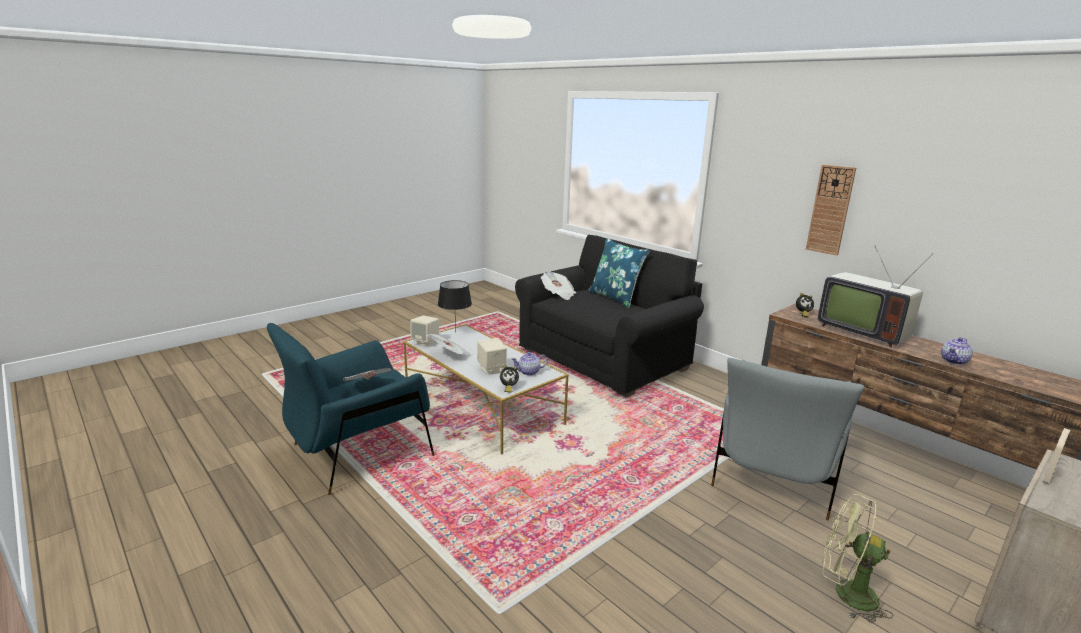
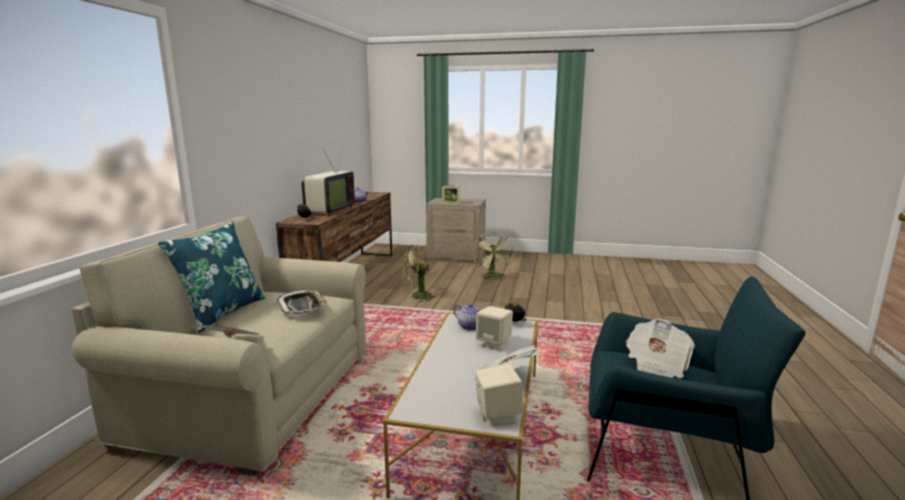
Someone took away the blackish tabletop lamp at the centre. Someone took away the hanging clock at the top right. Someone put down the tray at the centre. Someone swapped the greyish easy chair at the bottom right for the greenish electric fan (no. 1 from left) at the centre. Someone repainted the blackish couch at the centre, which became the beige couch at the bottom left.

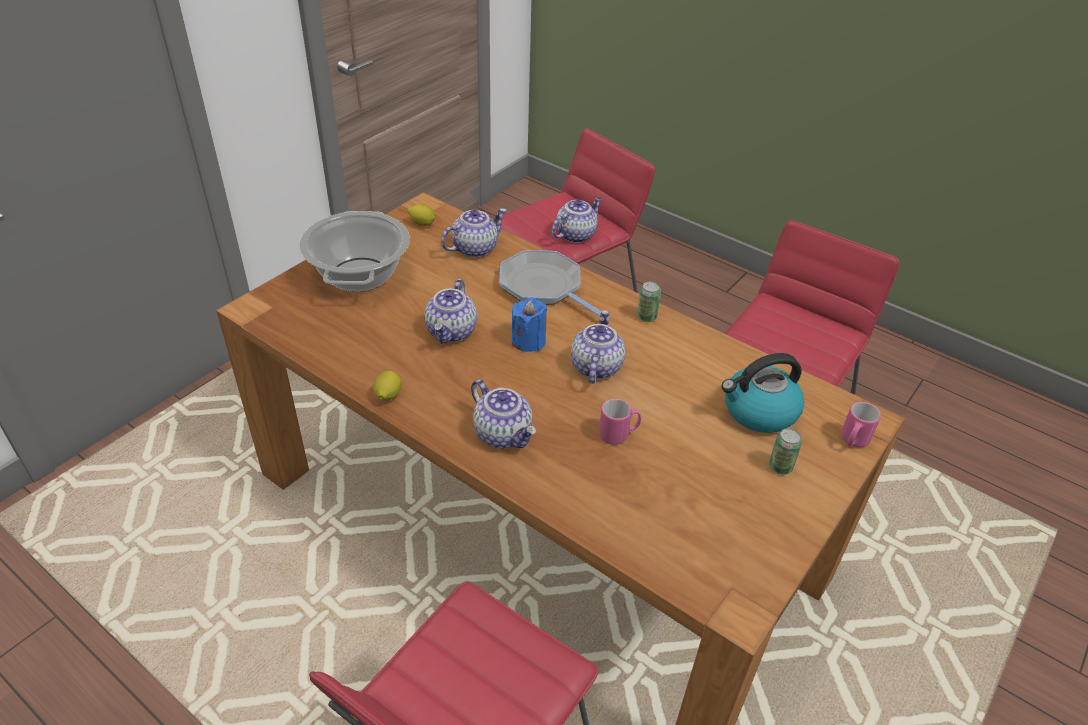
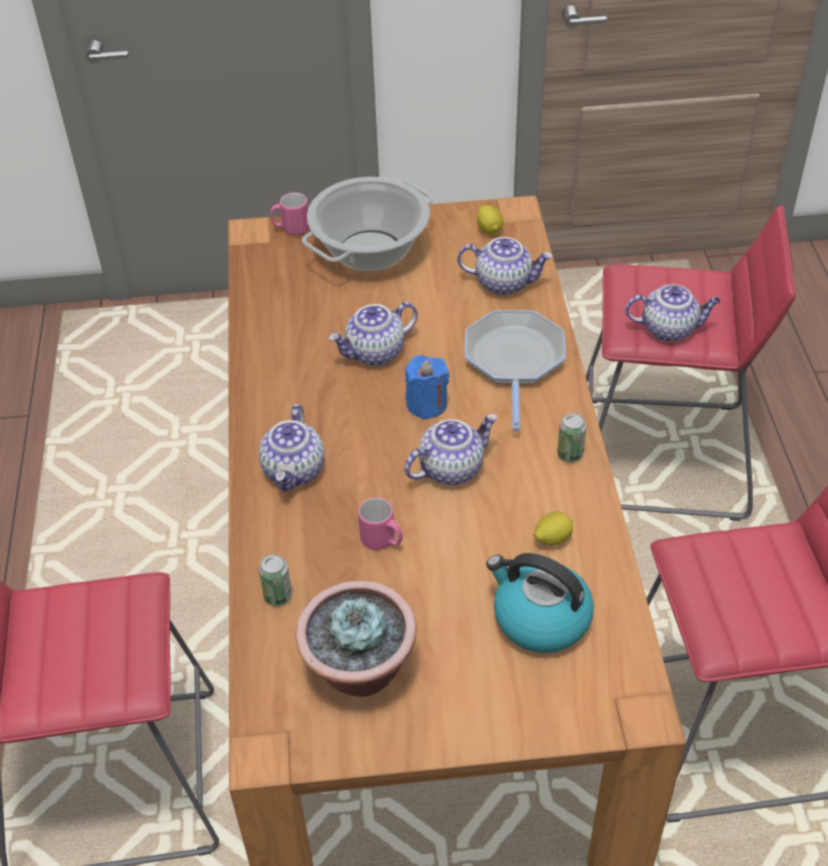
Someone put down the plant in a pot at the bottom centre. Someone carried the citrus fruit (no. 1 from left in the first image) from the centre to the middle right. Someone carried the metal can (no. 2 from left in the first image) from the middle right to the bottom left. Someone carried the pinkish coffee mug (no. 2 from left in the first image) from the middle right to the top centre.

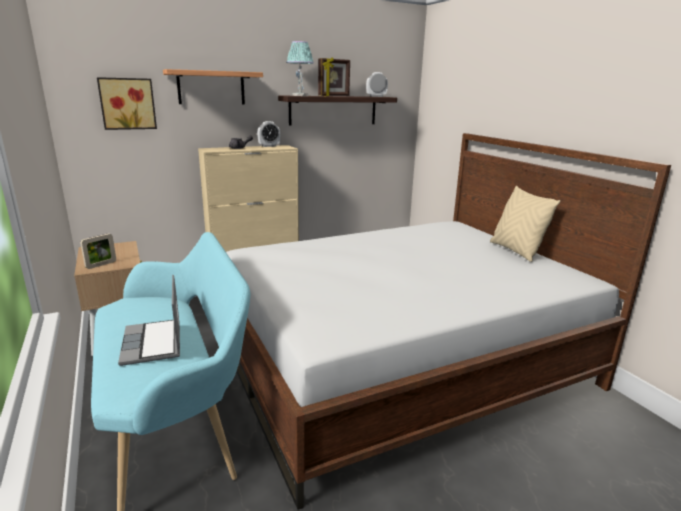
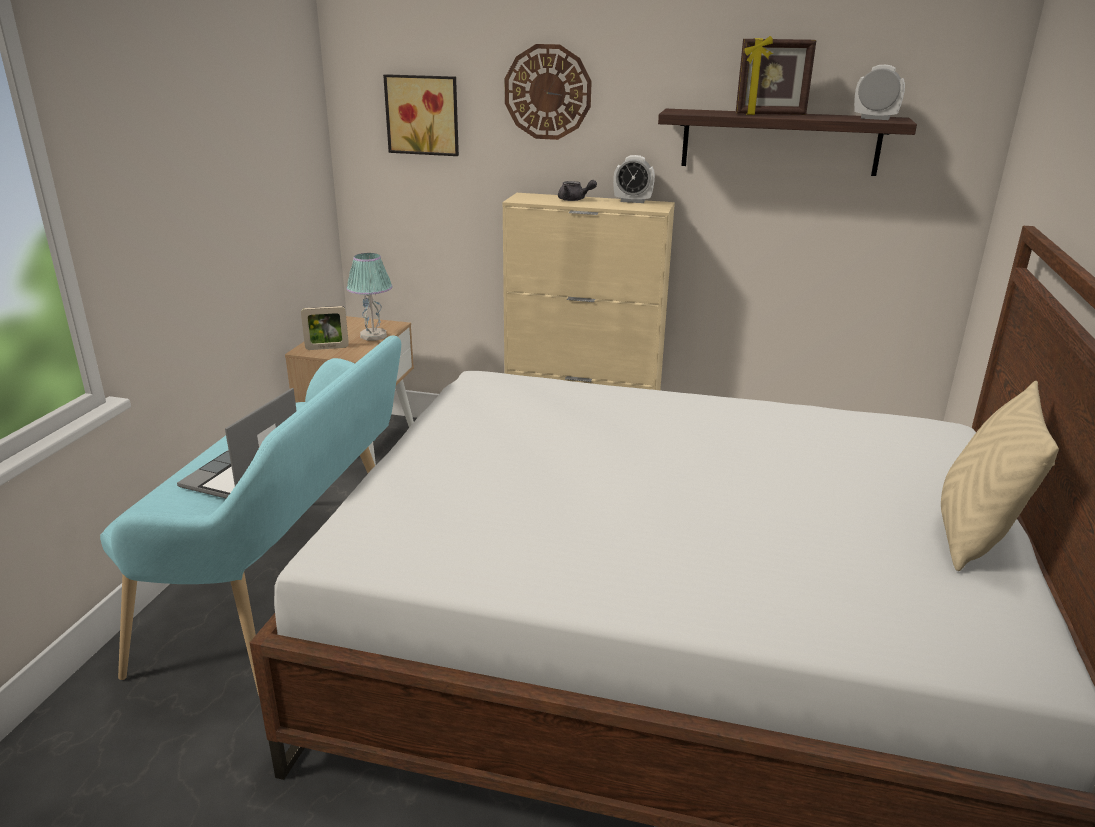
Someone carried the tabletop lamp from the top centre to the centre. Someone swapped the bracket shelf (no. 1 from left) at the top left for the hanging clock at the top centre.

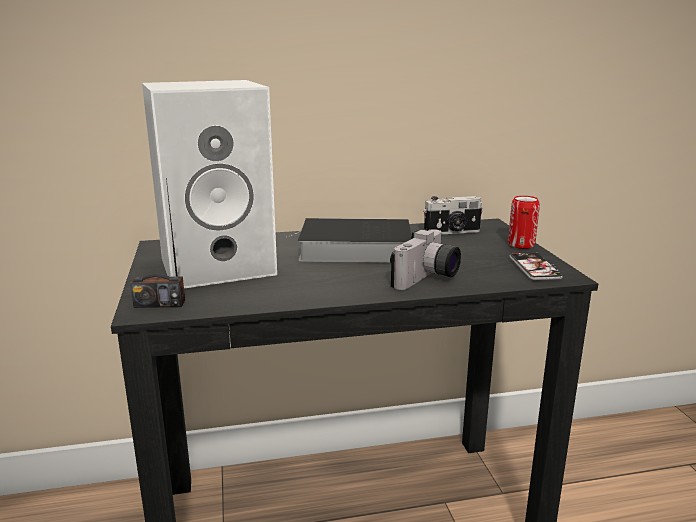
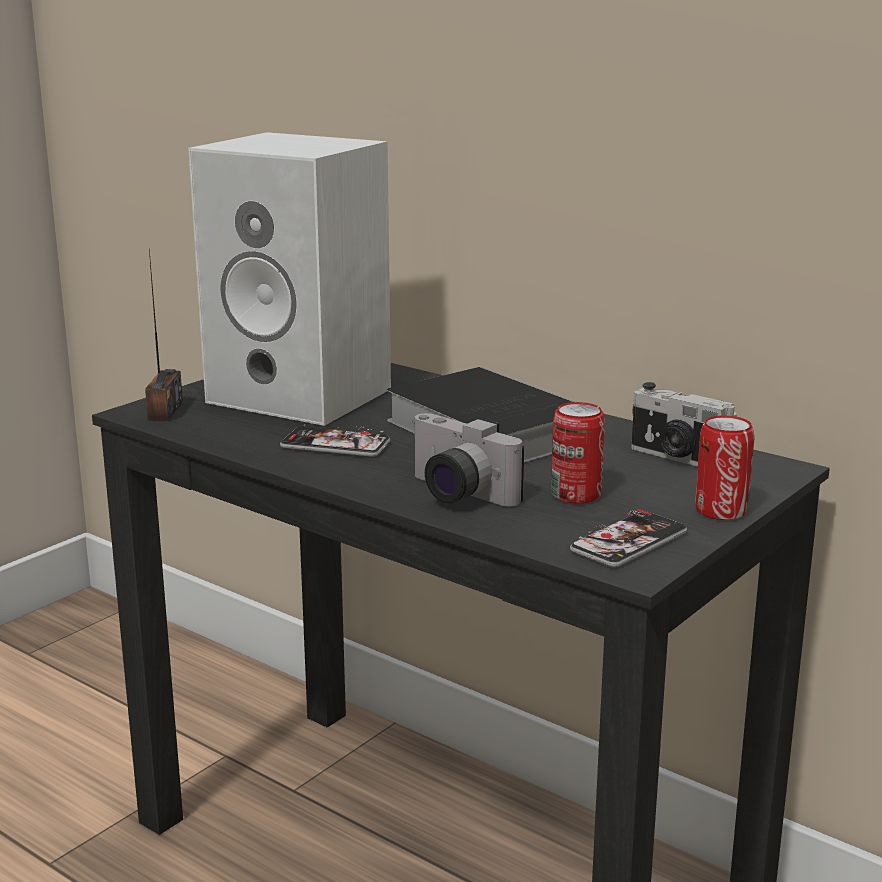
Someone put down the handset (no. 1 from left) at the centre. Someone put down the metal can (no. 1 from left) at the centre. Someone rotated the radio set at the middle left by 135 degrees counterclockwise. Someone rotated the still camera (no. 1 from left) at the centre by 45 degrees clockwise.

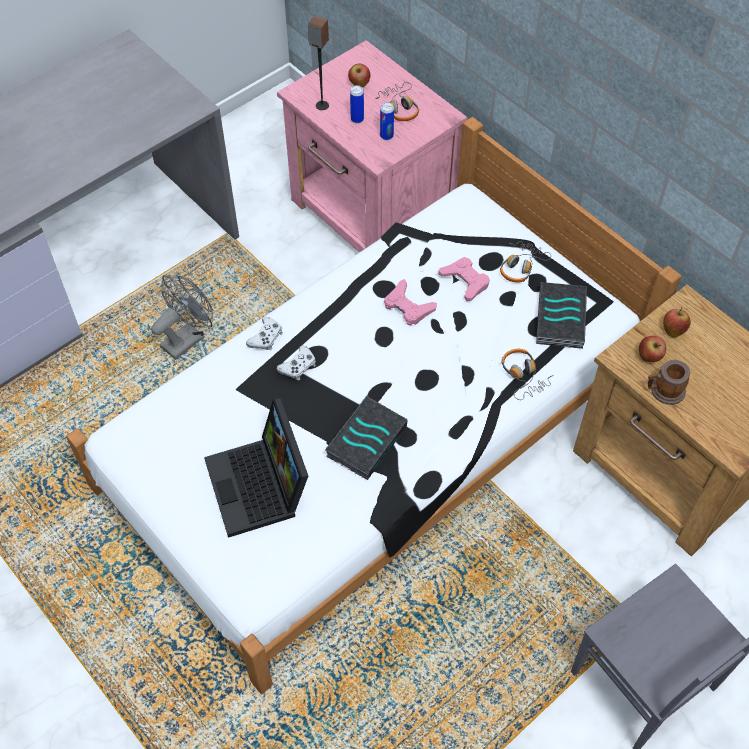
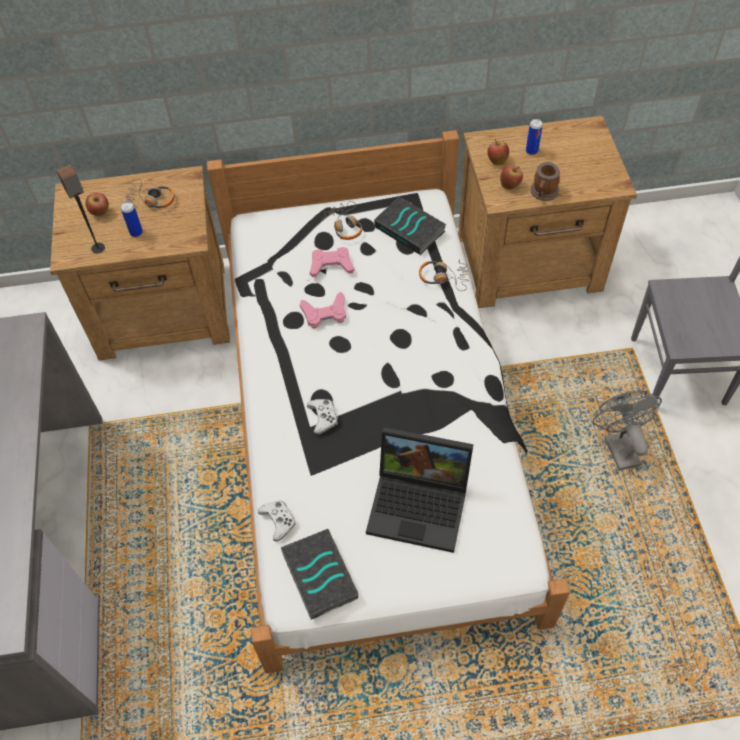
Someone carried the greyish electric fan from the middle left to the middle right. Someone carried the whitish joypad (no. 1 from left) from the centre to the bottom centre. Someone carried the bound book (no. 1 from left) from the centre to the bottom centre. Someone carried the metal can (no. 2 from left) from the top centre to the top right. Someone repainted the pinkish nightstand at the top centre, which became the brown-coloured nightstand (no. 1 from left) at the middle left.

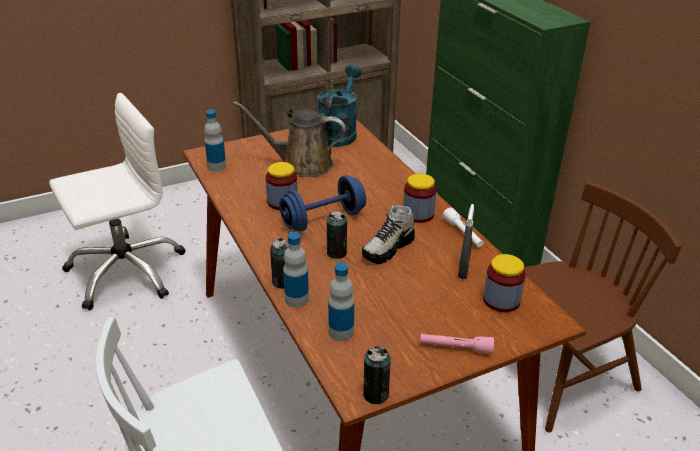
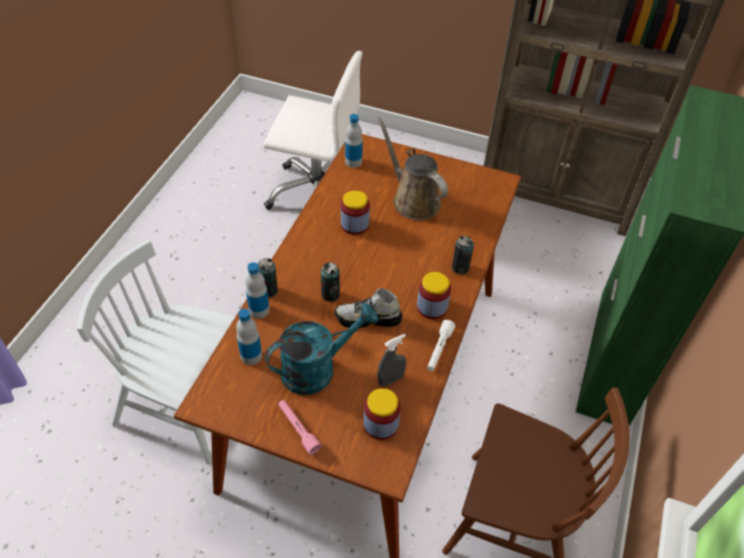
Someone took away the blue free weight at the centre. Someone carried the turquoise-coloured watering pot from the top centre to the centre. Someone carried the metal can (no. 3 from left) from the bottom centre to the centre.

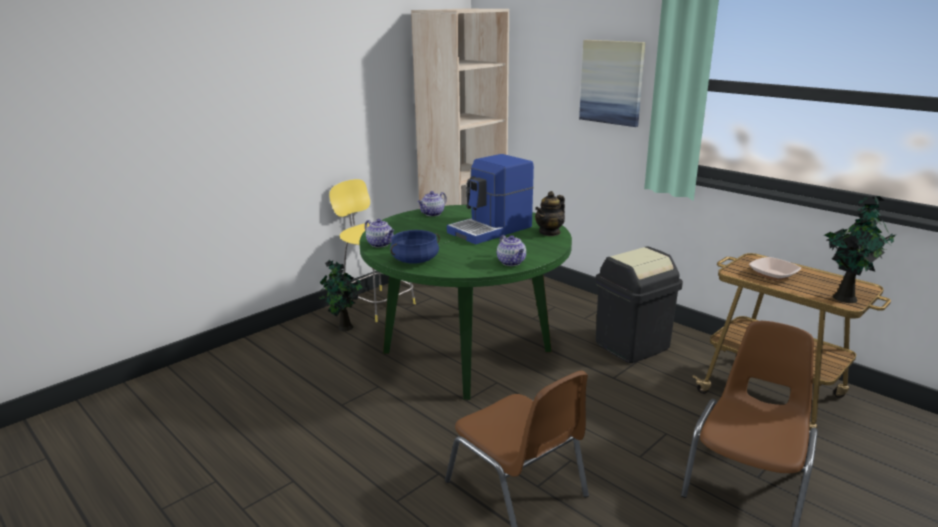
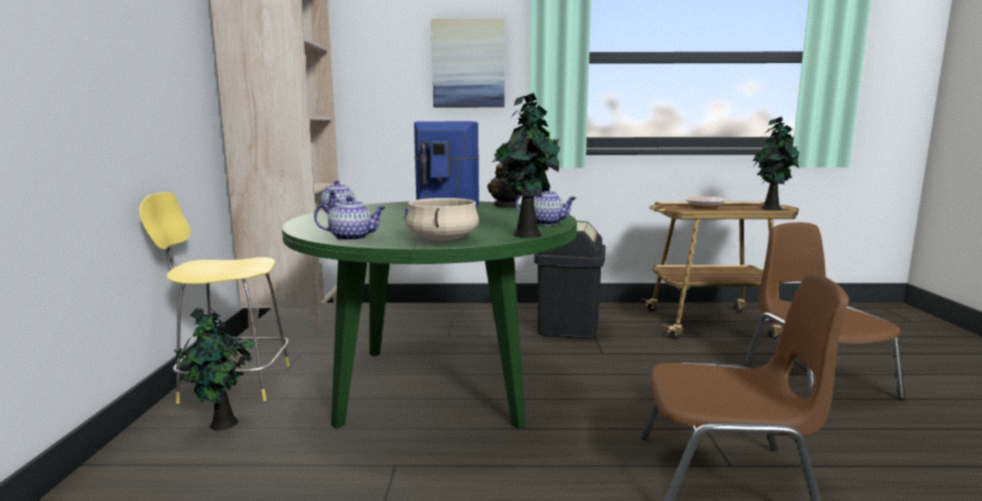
Someone put down the plant in a pot (no. 2 from left) at the top centre. Someone repainted the blue cooking pot at the centre, which became the beige cooking pot at the centre.

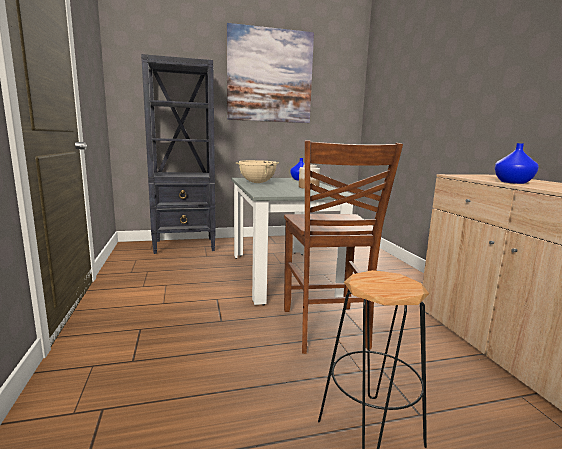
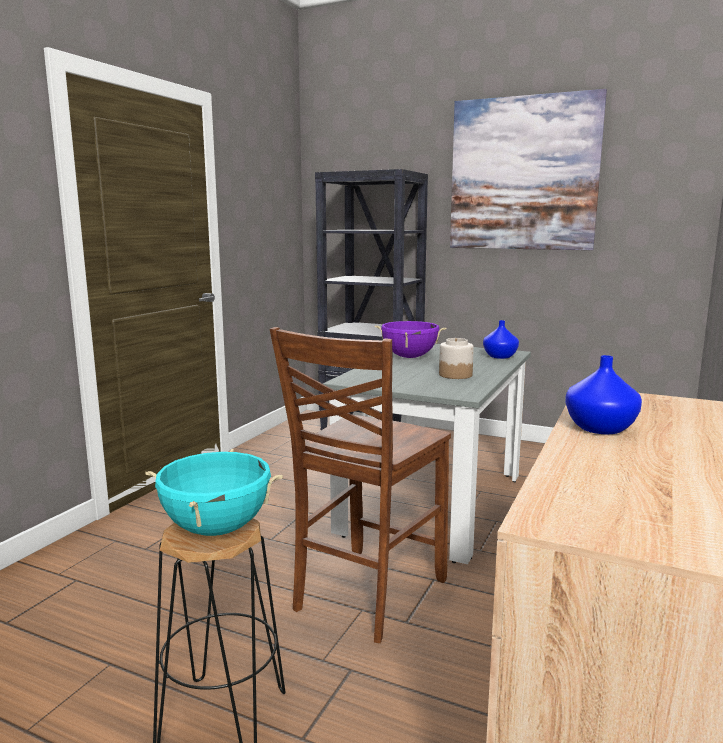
Someone put down the turquoise-coloured cooking pot at the middle left. Someone repainted the beige cooking pot at the centre, which became the purplish cooking pot at the centre.

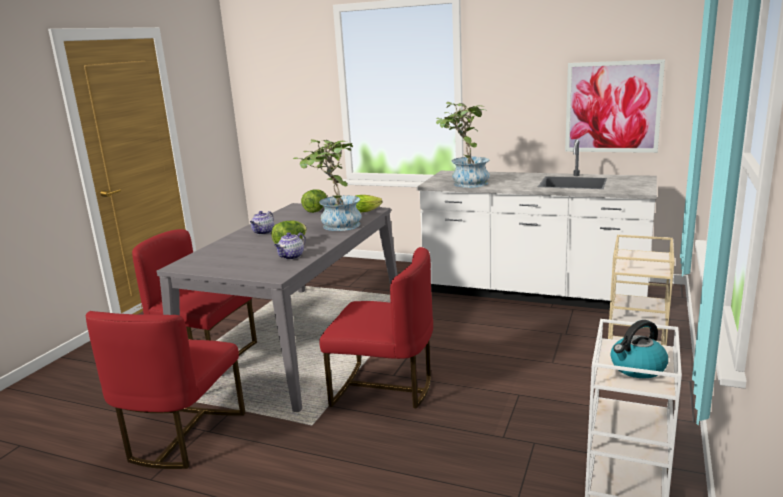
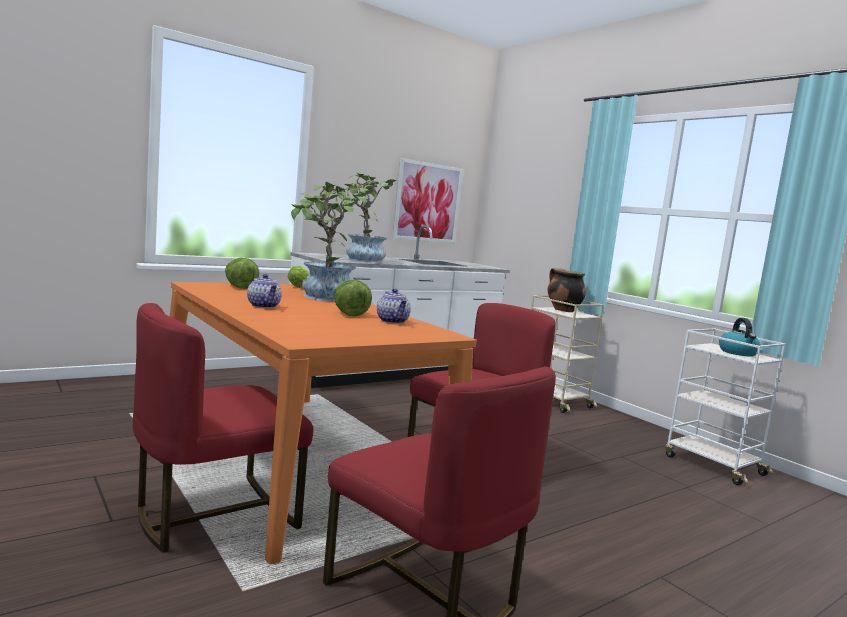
Someone put down the cooking pot at the middle right. Someone repainted the greyish kitchen table at the centre, which became the orange-coloured kitchen table at the bottom centre.

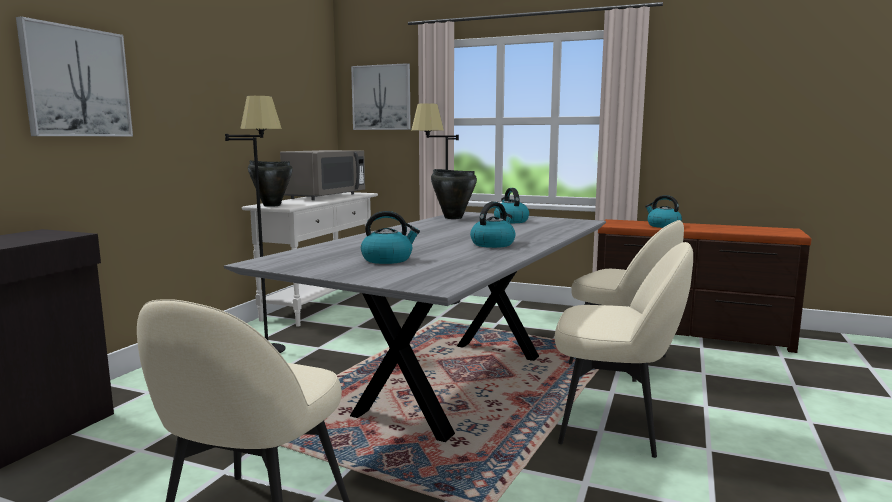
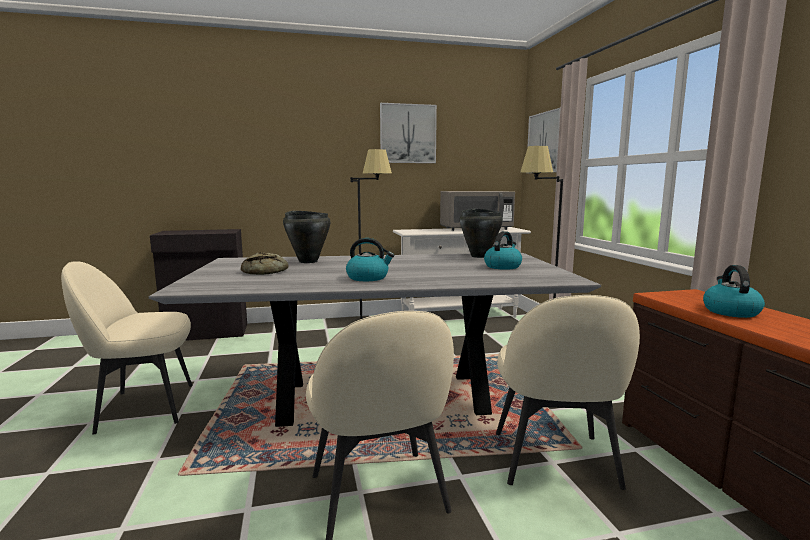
Someone carried the picture (no. 1 from left) from the top left to the top centre. Someone carried the blackish cooking pot (no. 1 from left) from the middle left to the centre. Someone swapped the kettle (no. 1 from left) at the centre for the bakery bread at the middle left.

